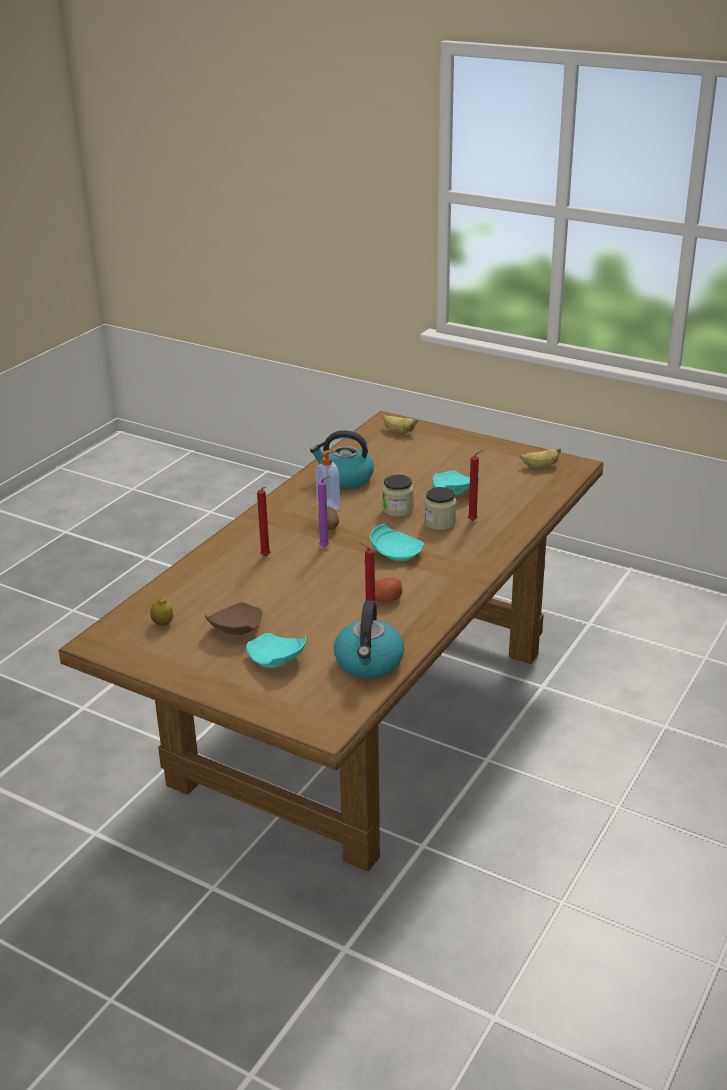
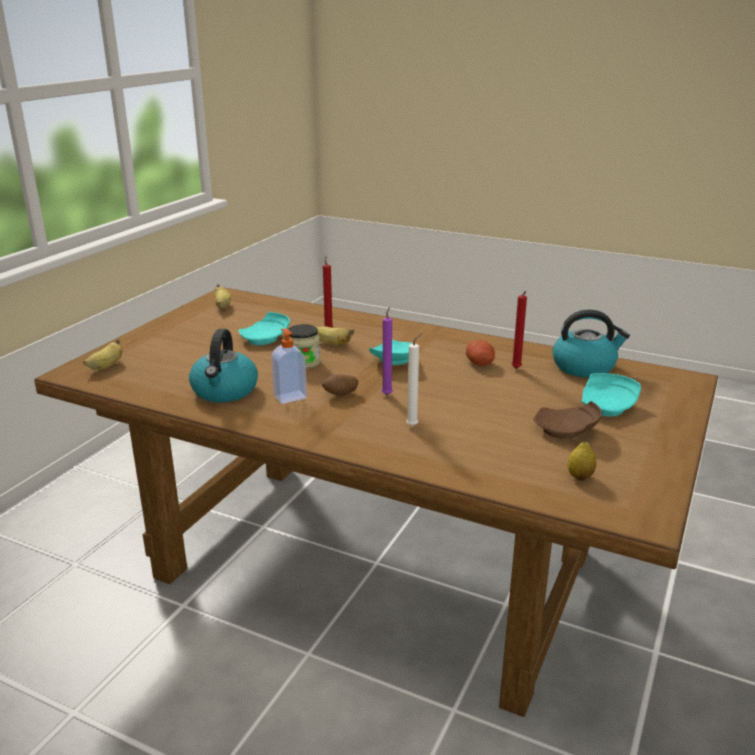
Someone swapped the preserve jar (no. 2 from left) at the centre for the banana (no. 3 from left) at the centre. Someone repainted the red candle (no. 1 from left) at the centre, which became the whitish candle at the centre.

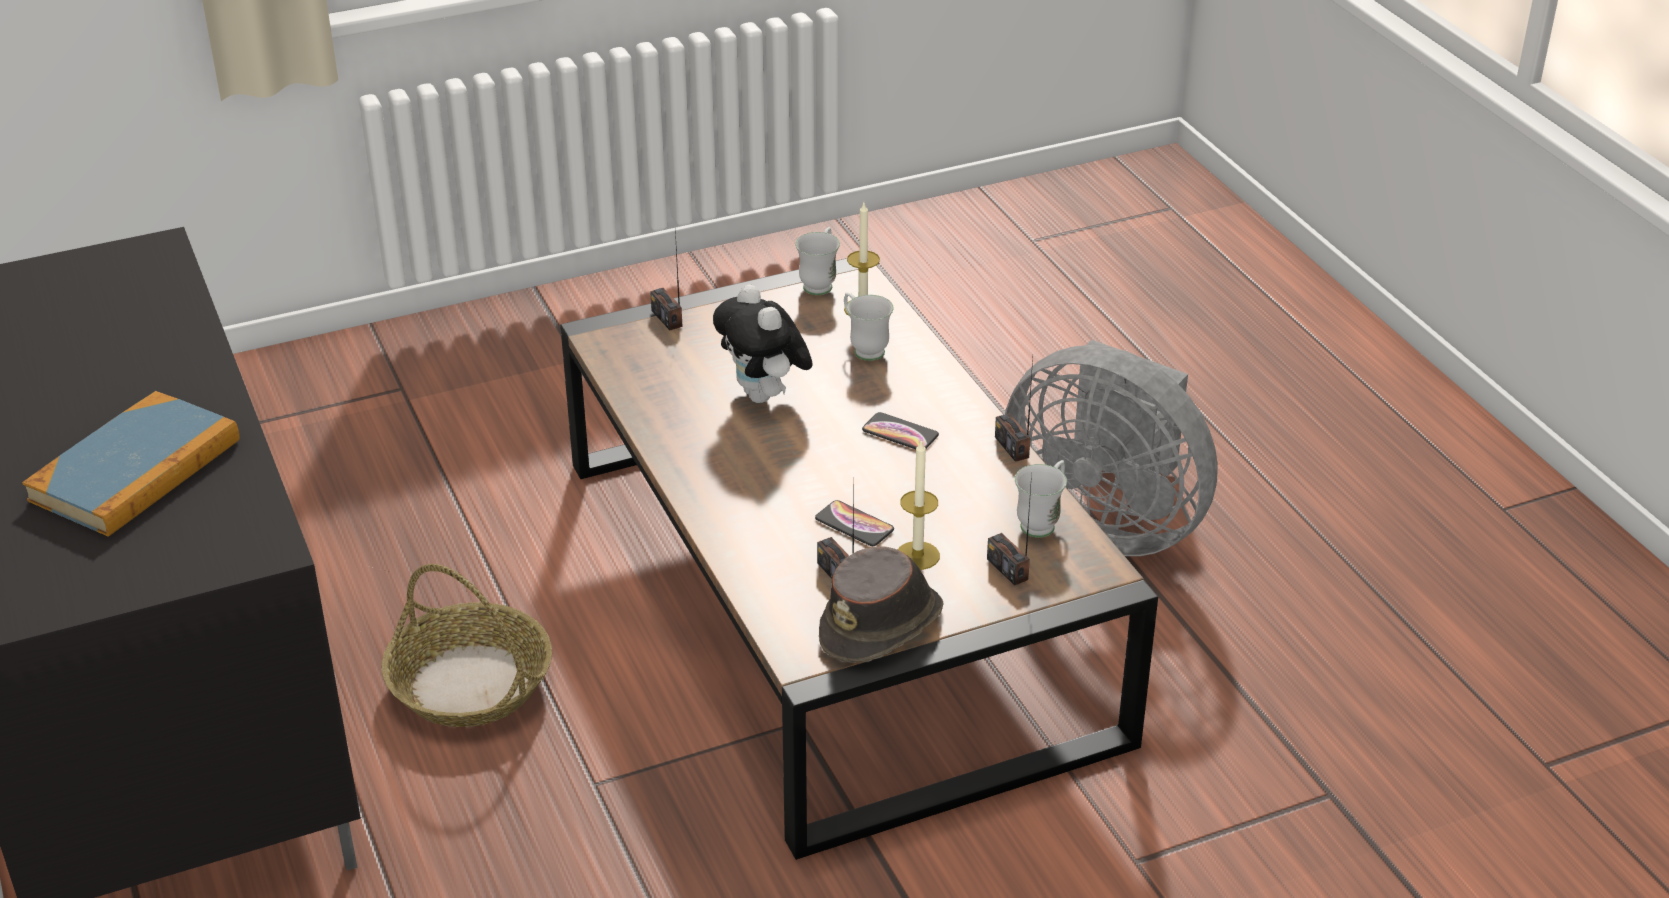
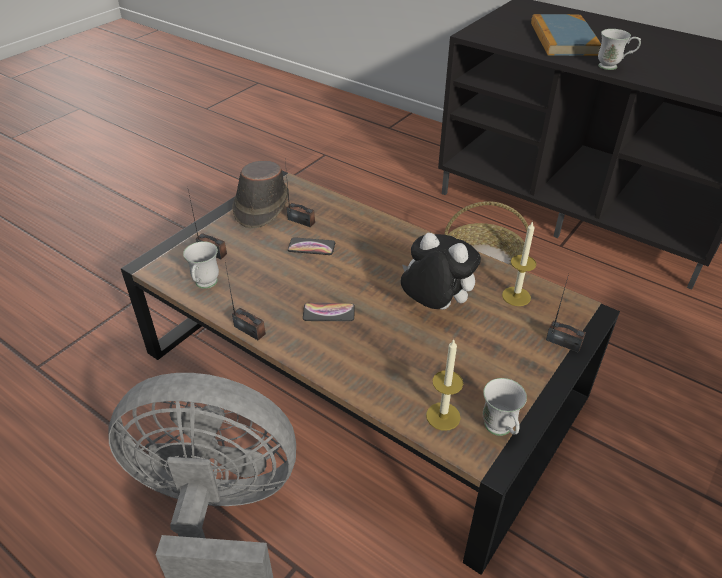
Someone carried the whitish coffee mug (no. 2 from left in the first image) from the centre to the top right. Someone carried the candle (no. 2 from left) from the centre to the middle right.

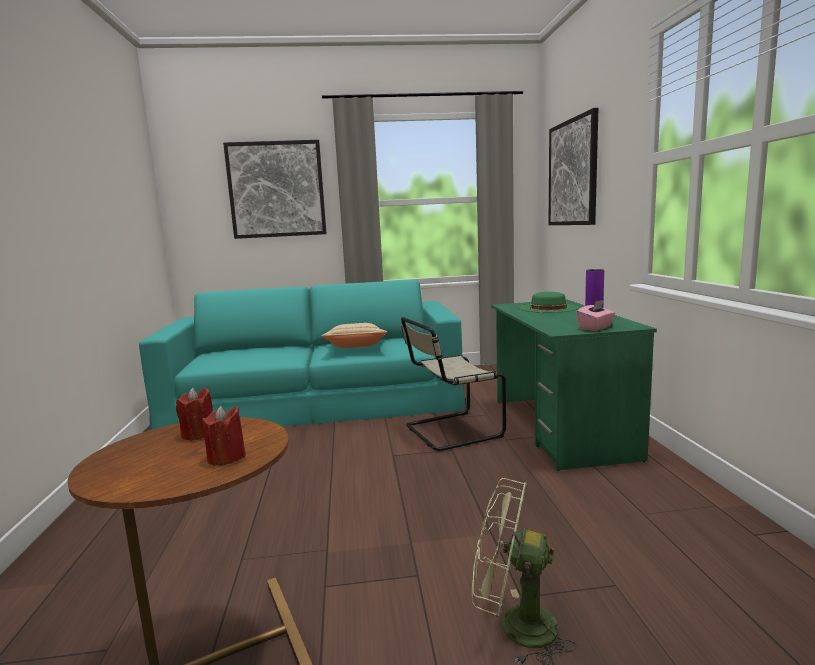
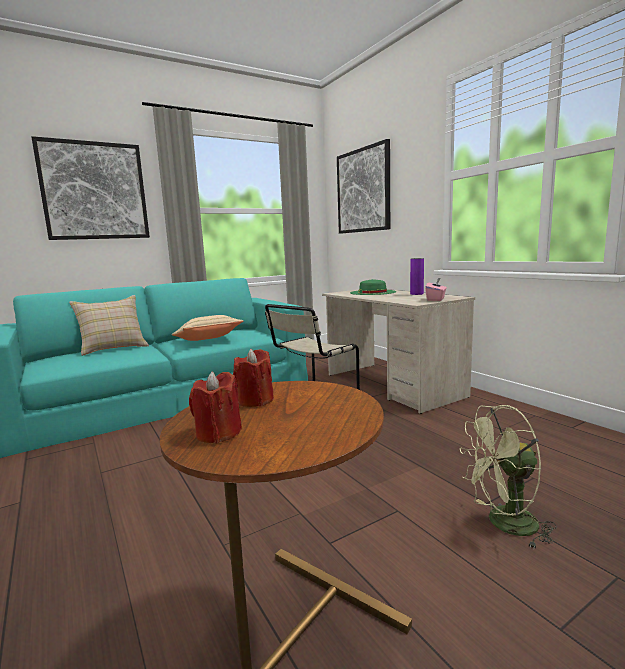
Someone put down the beige throw pillow (no. 1 from left) at the middle left. Someone carried the red candle (no. 2 from left in the first image) from the middle left to the centre. Someone repainted the greenish desk at the middle right, which became the beige desk at the centre.

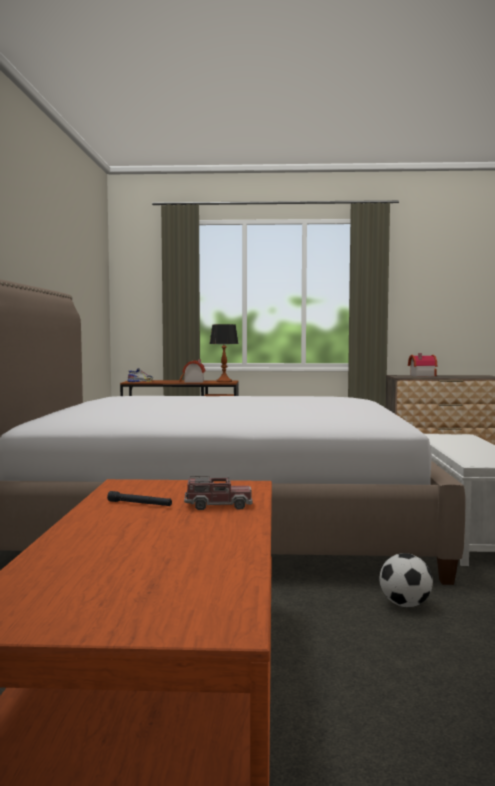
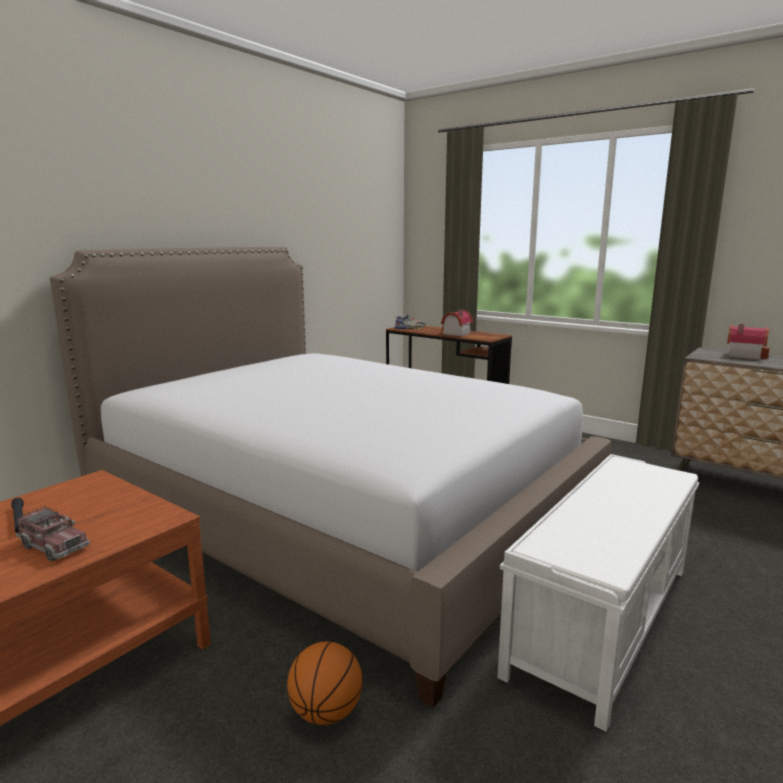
Someone took away the tabletop lamp at the centre. Someone swapped the ball for football at the bottom right for the basketball at the bottom centre.

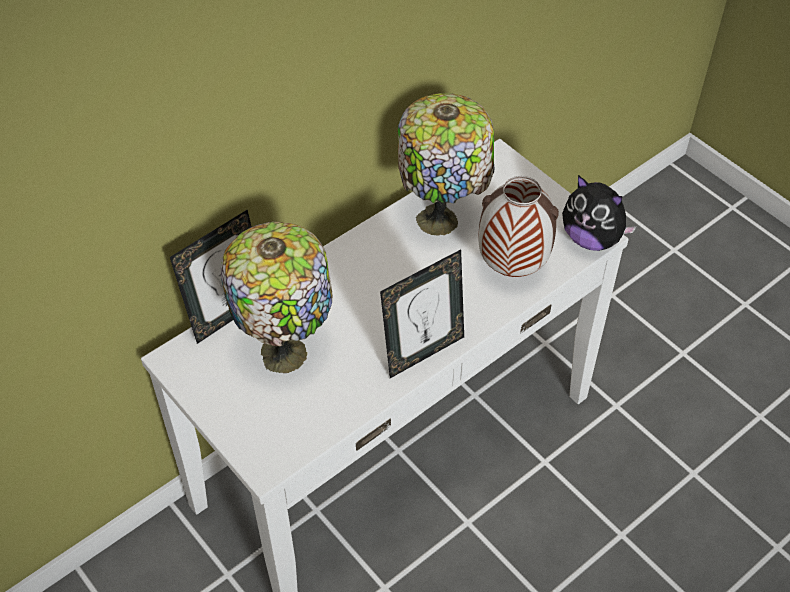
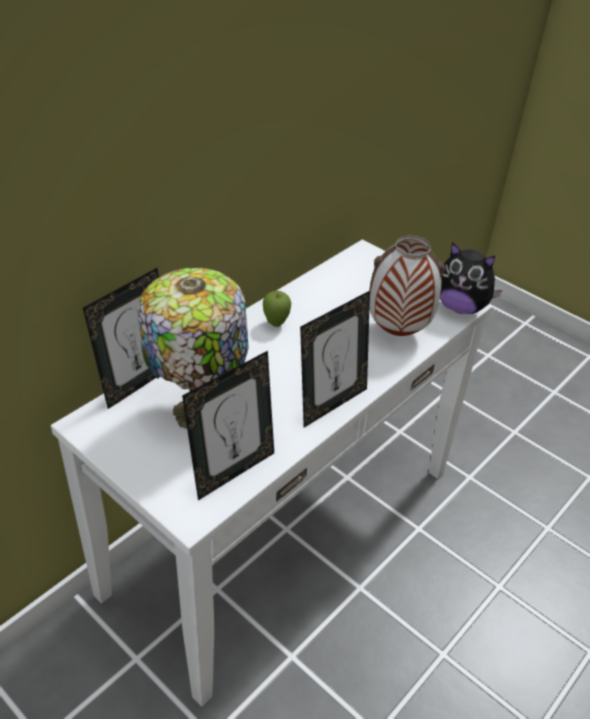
Someone took away the tabletop lamp (no. 2 from left) at the top centre. Someone put down the photo frame (no. 2 from left) at the centre. Someone put down the apple at the centre.

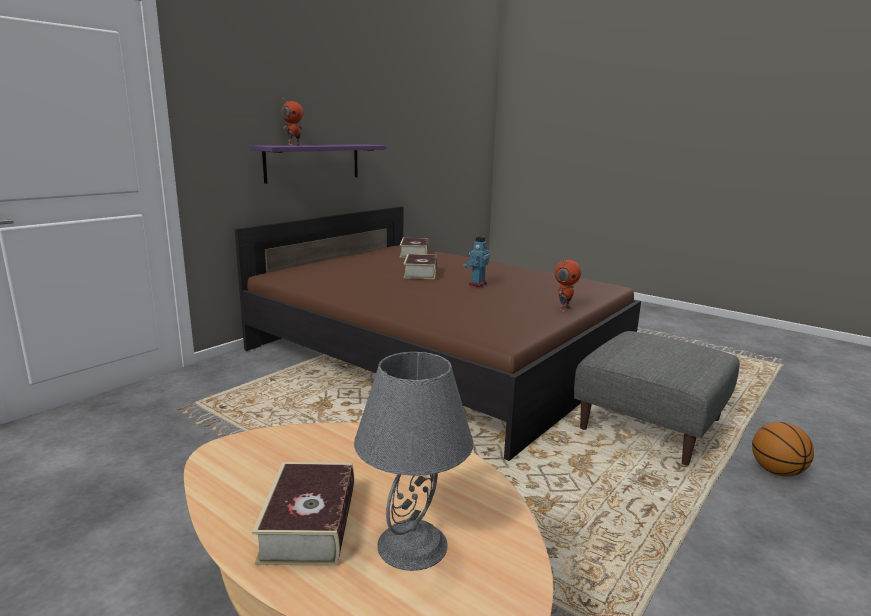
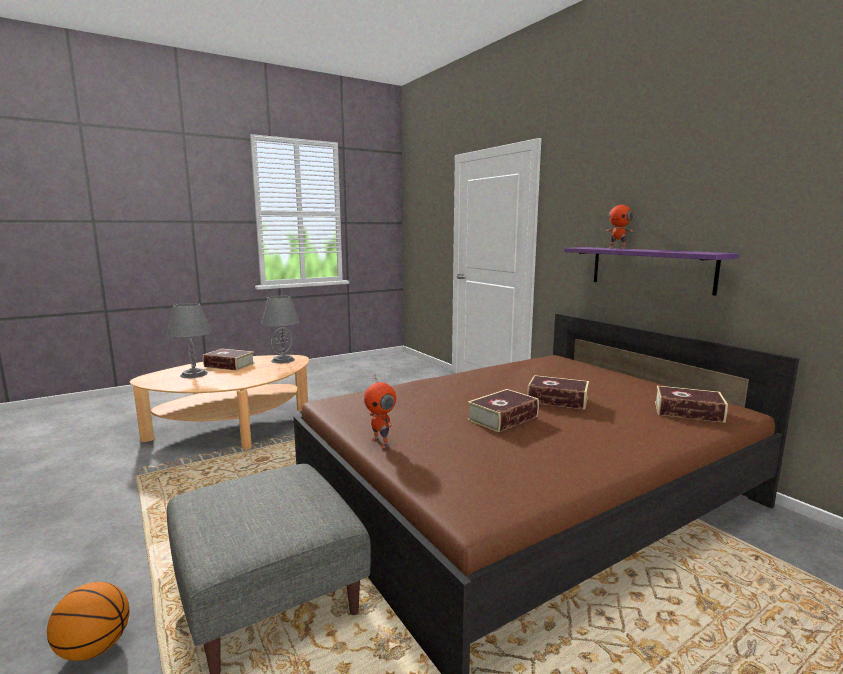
Someone put down the greyish tabletop lamp (no. 2 from left) at the middle left. Someone swapped the model robot (no. 2 from left) at the centre for the bound book (no. 2 from left) at the centre.

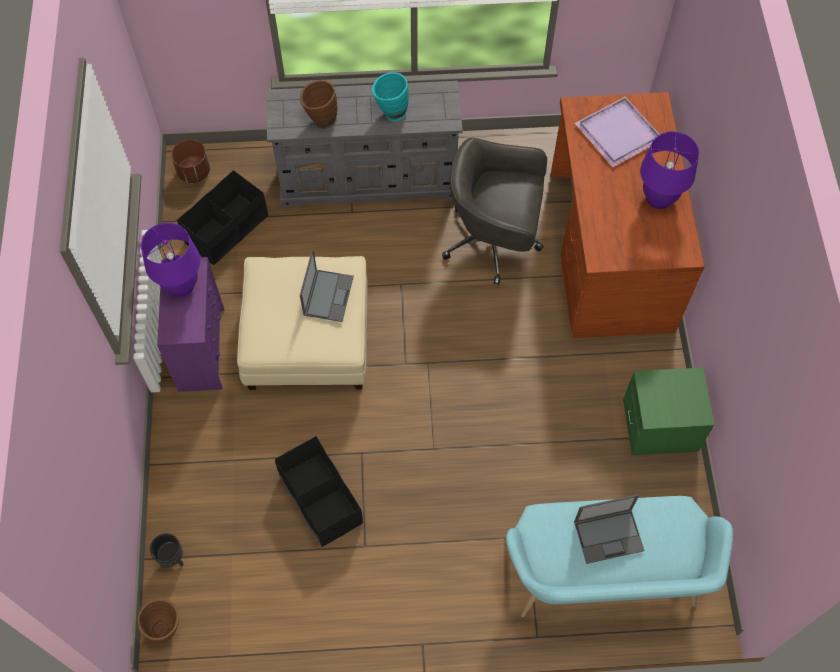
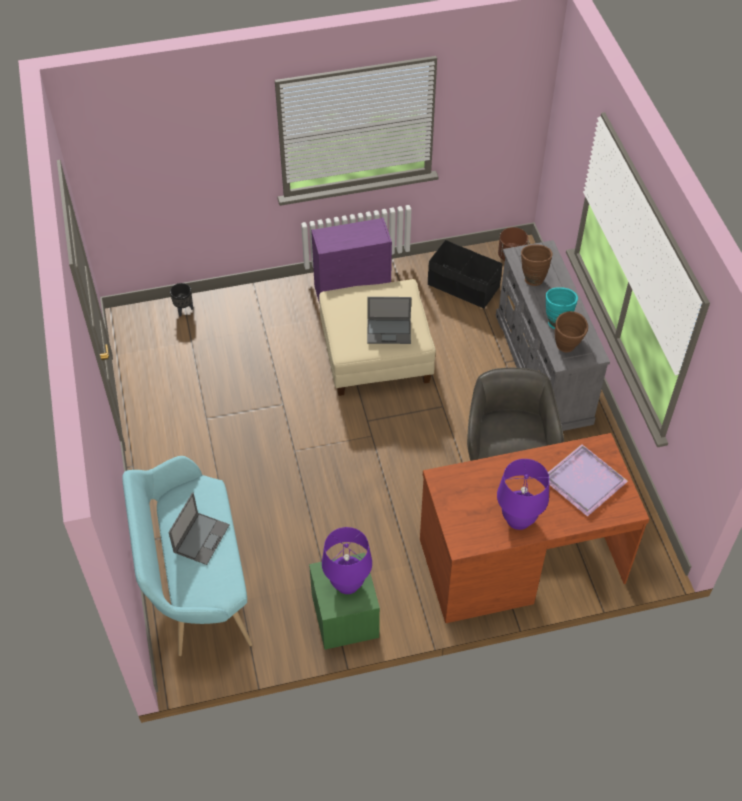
Someone took away the blackish storage bin (no. 2 from left) at the bottom centre. Someone carried the brown-coloured vase (no. 1 from left in the first image) from the bottom left to the middle right. Someone carried the purplish tabletop lamp (no. 1 from left) from the middle left to the bottom centre. Someone rotated the notebook computer (no. 2 from left in the first image) at the bottom right by 135 degrees counterclockwise.

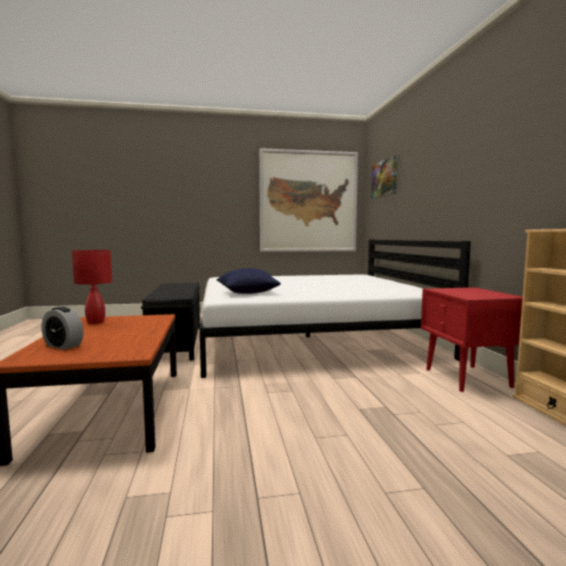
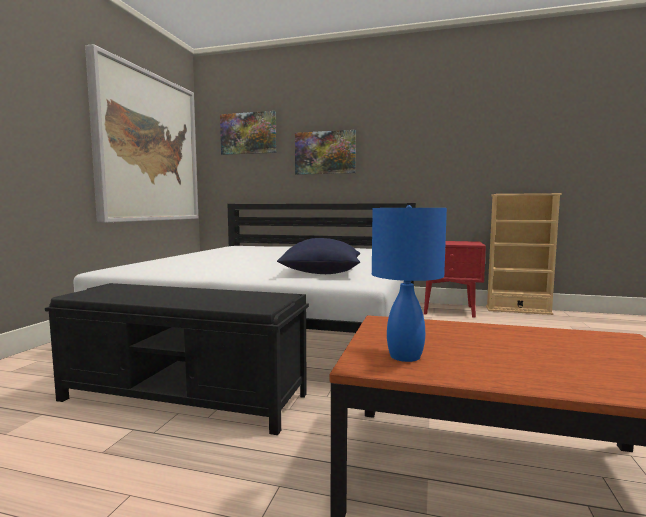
Someone took away the bedside clock at the middle left. Someone put up the picture (no. 3 from left) at the top centre. Someone repainted the red tabletop lamp at the middle left, which became the blue tabletop lamp at the centre.

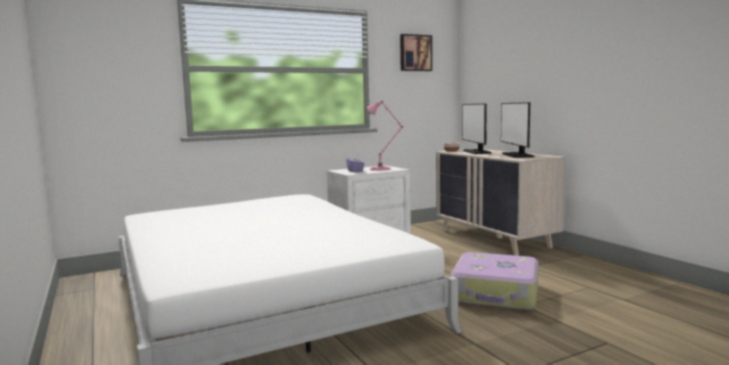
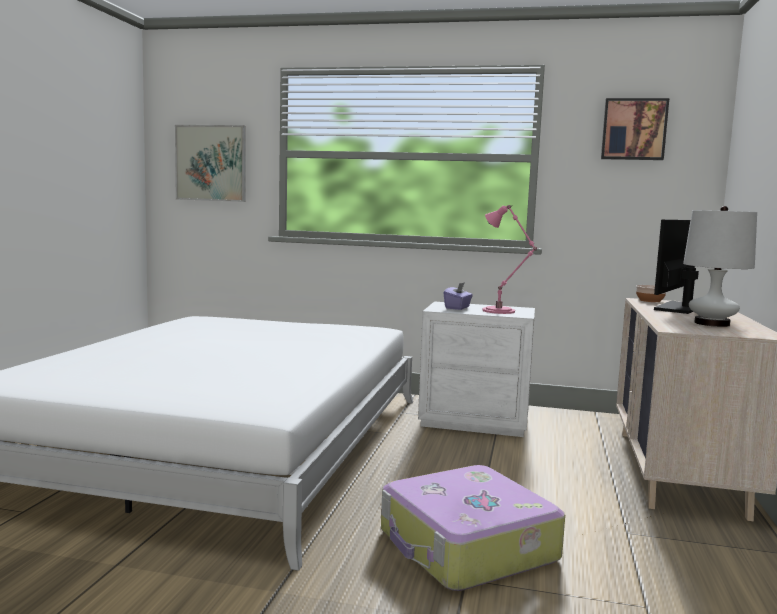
Someone put up the picture (no. 1 from left) at the top left. Someone swapped the monitor (no. 2 from left) at the middle right for the whitish tabletop lamp at the middle right.

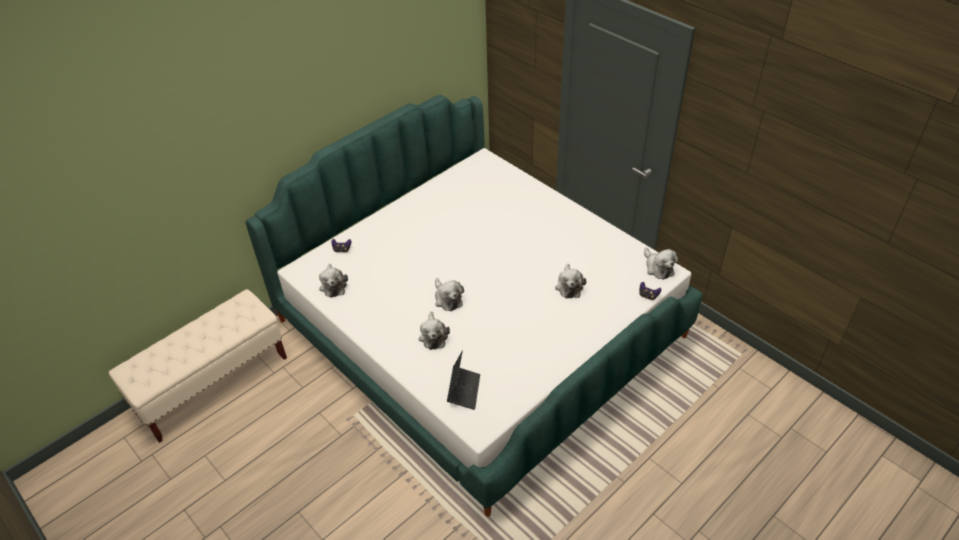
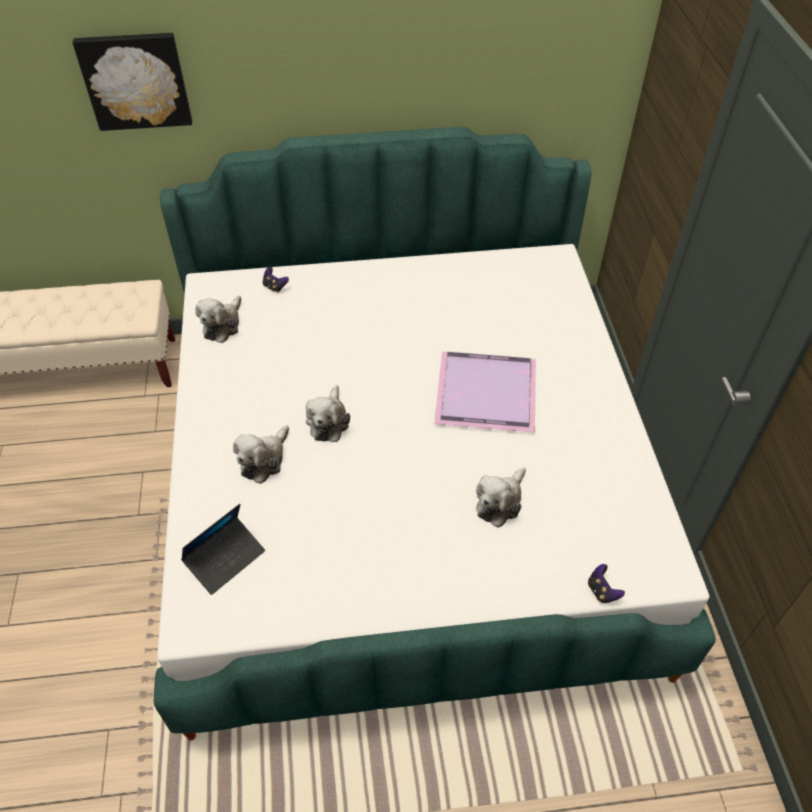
Someone took away the soft toy (no. 5 from left) at the middle right. Someone put up the picture at the top left. Someone put down the purplish tray at the centre.

